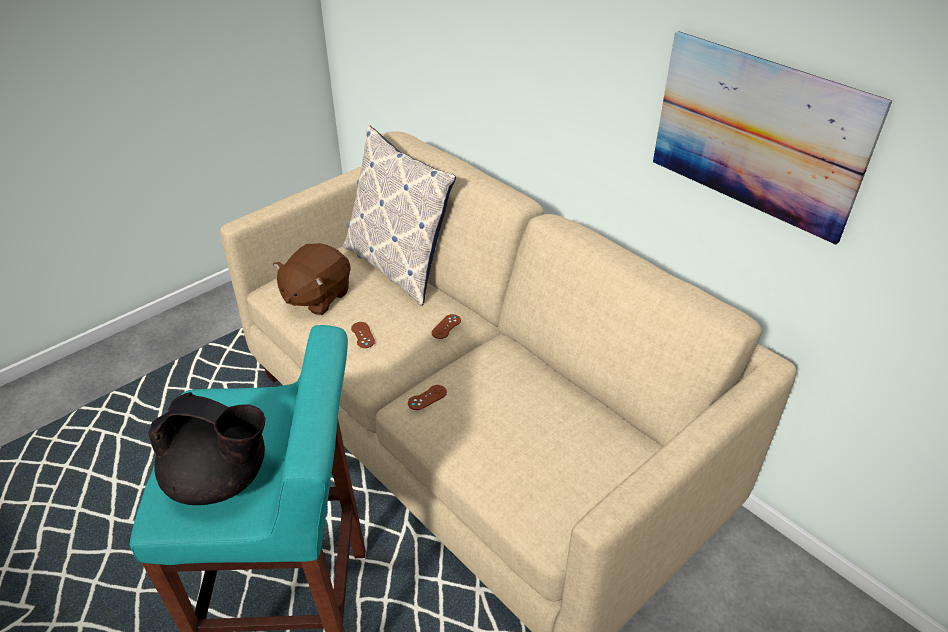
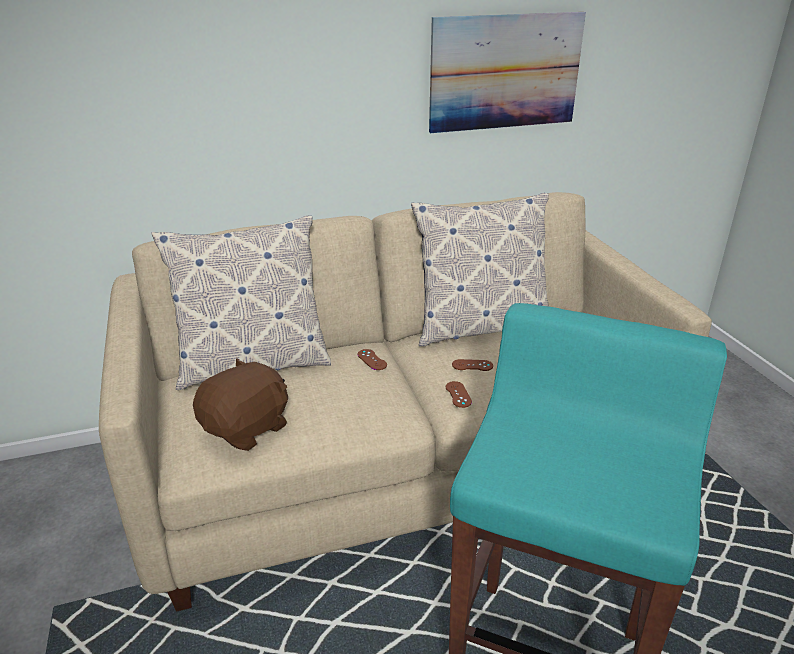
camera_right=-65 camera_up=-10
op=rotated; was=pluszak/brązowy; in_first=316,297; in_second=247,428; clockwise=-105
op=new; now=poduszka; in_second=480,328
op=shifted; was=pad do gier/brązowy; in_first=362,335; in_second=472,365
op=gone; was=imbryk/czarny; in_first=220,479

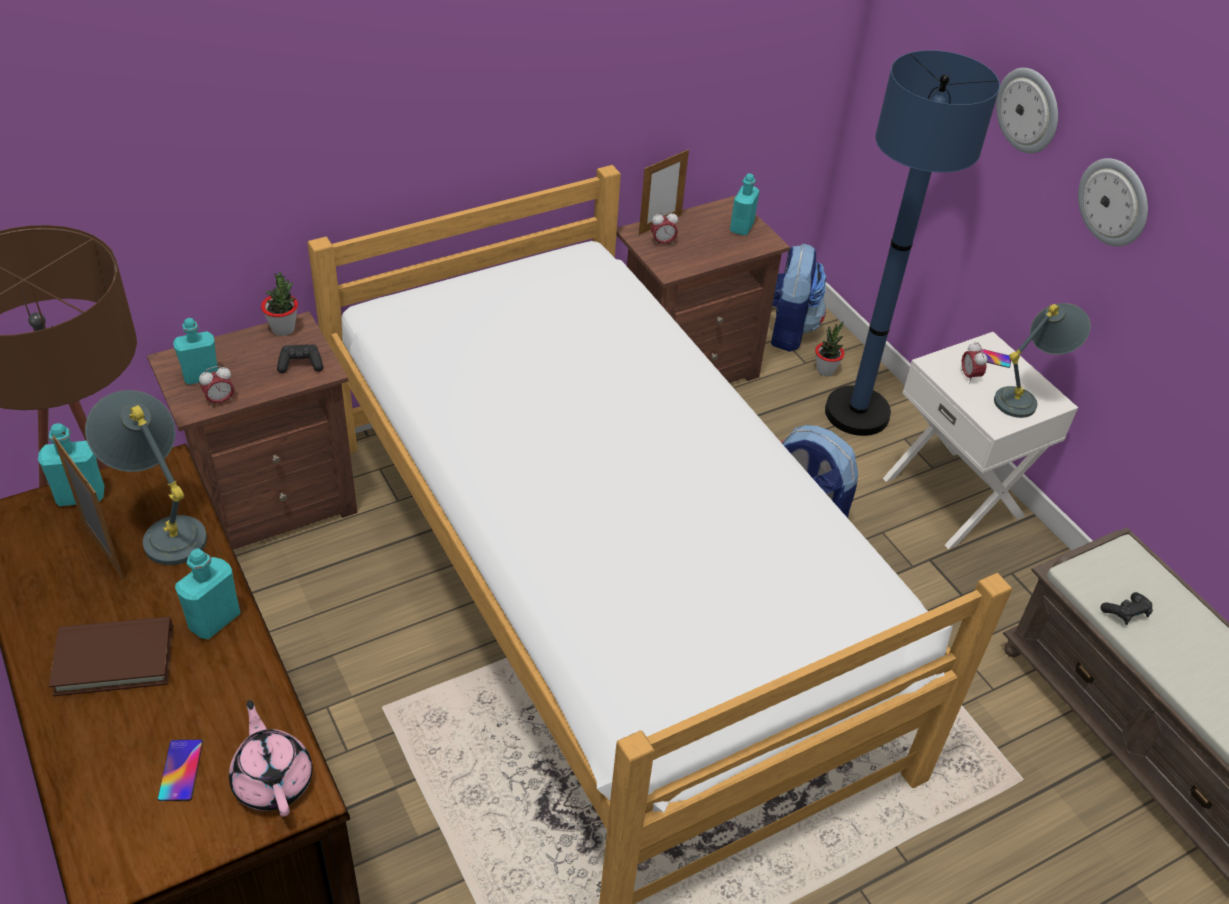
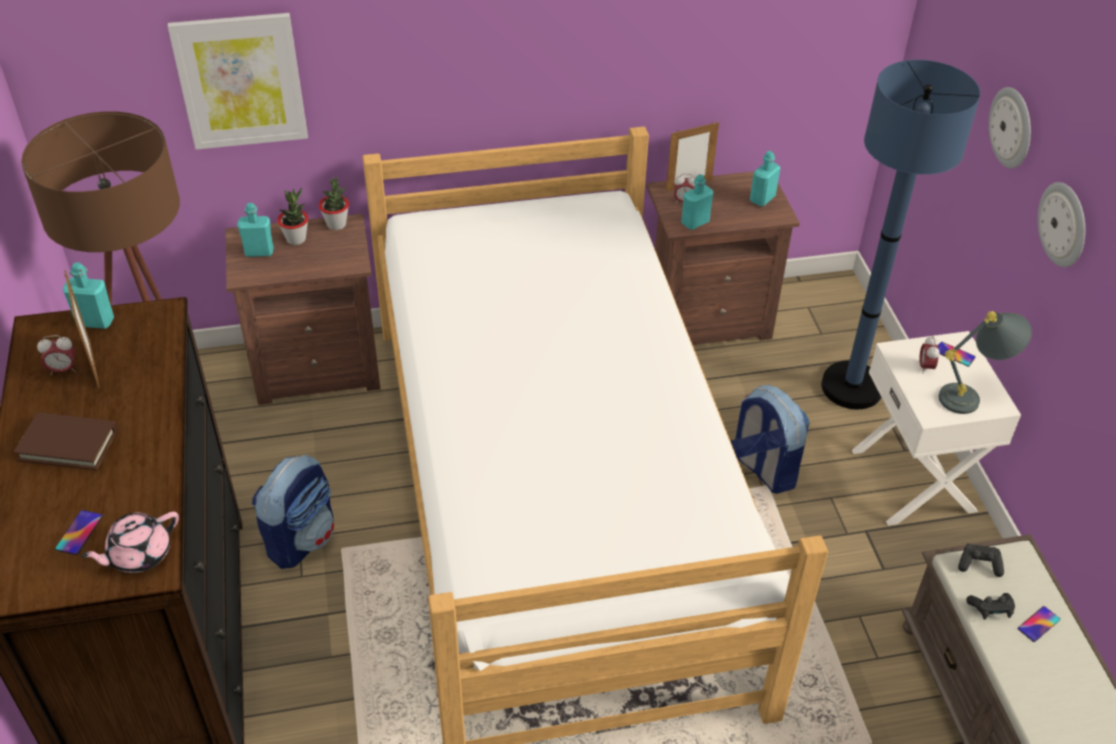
camera_right=20 camera_up=0
op=shifted; was=budzik; in_first=220,400; in_second=63,370
op=rotated; was=imbryk/różowy; in_first=273,779; in_second=139,554; clockwise=-120
op=new; now=obraz; in_second=240,81
op=shifted; was=plecak; in_first=786,329; in_second=301,538
op=shifted; was=roślina doniczkowa; in_first=825,370; in_second=296,239
op=shifted; was=butelka/turkusowy; in_first=214,620; in_second=695,222
op=shifted; was=pad do gier/czarny; in_first=301,365; in_second=979,564
op=new; now=telefon; in_second=1038,624
op=gone; was=lampa stołowa/szary; in_first=165,527

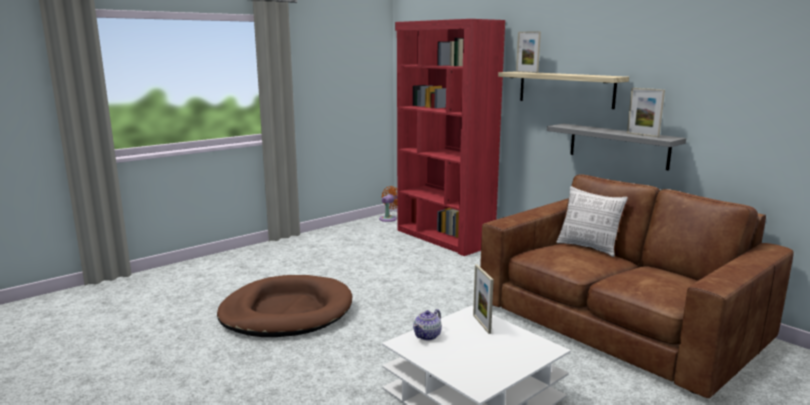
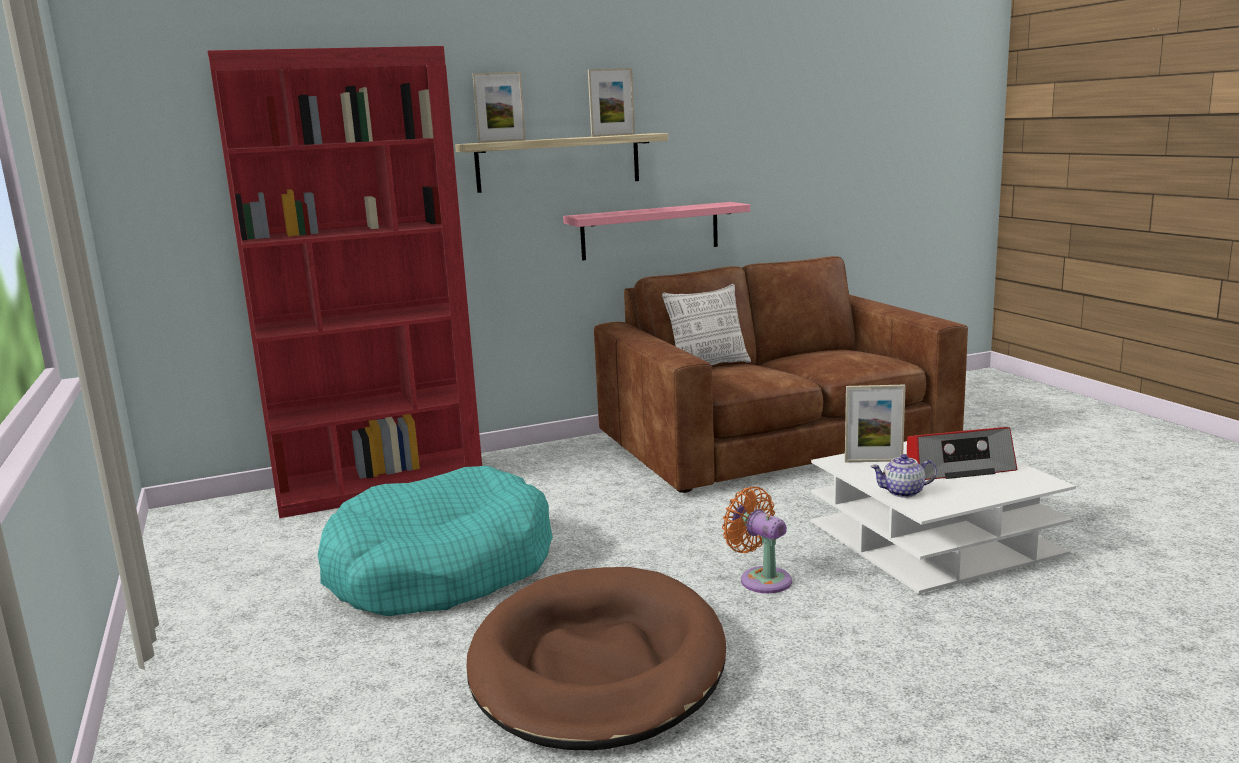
camera_right=-70 camera_up=0
op=new; now=legowisko/turkusowy; in_second=440,569
op=repainted; was=półka/szary; now=półka/różowy; in_first=618,146; in_second=650,231
op=shifted; was=ramka na zdjęcie; in_first=642,135; in_second=613,135
op=shifted; was=wentylator/pomarańczowy; in_first=389,218; in_second=761,579
op=rotated; was=imbryk; in_first=427,335; in_second=903,492; clockwise=120
op=new; now=radio; in_second=958,468

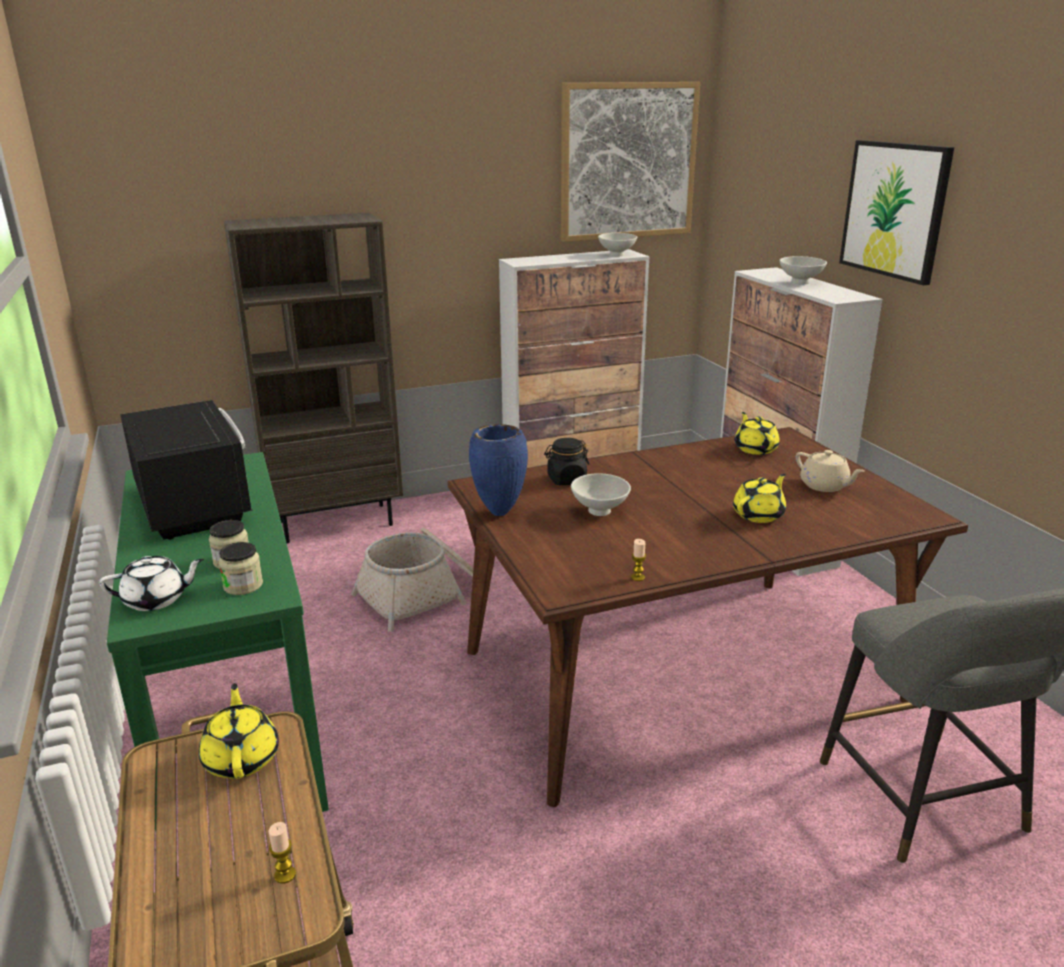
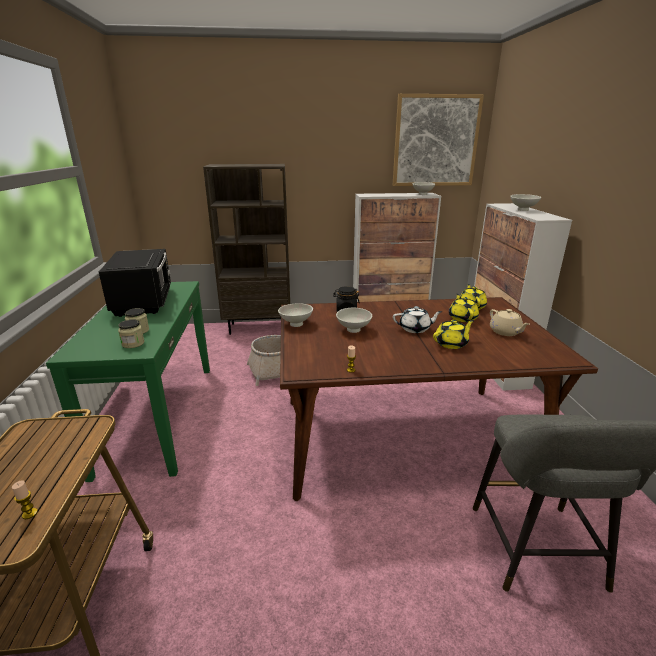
camera_right=15 camera_up=0
op=swapped; was=wazon/niebieski; now=miska/biały; in_first=499,514; in_second=295,324
op=shifted; was=imbryk/biały; in_first=156,599; in_second=415,329
op=shifted; was=imbryk/żółty; in_first=242,758; in_second=462,318
op=gone; was=obraz; in_first=895,210

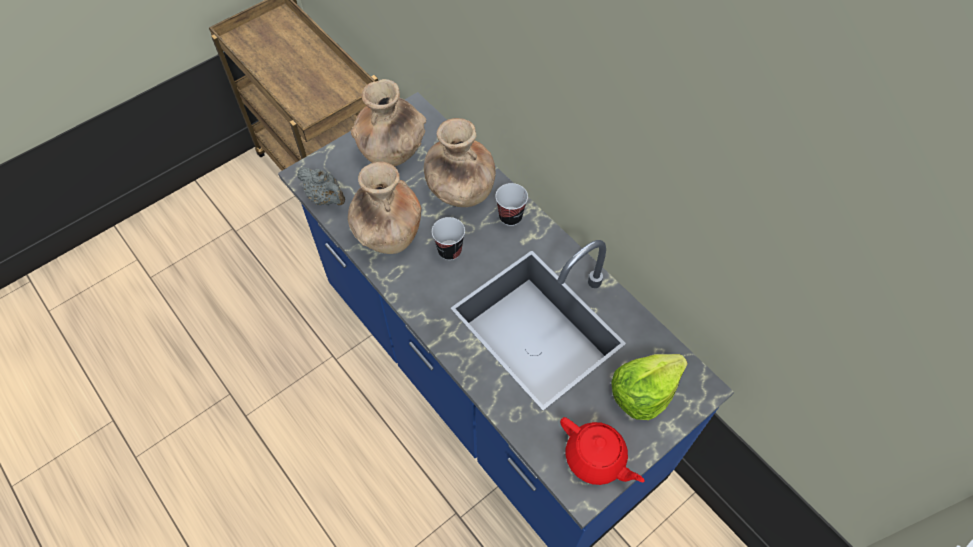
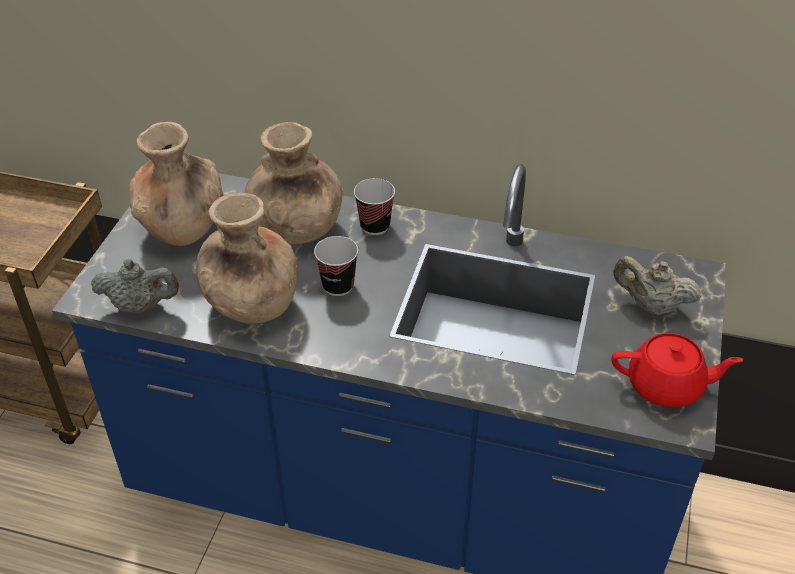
camera_right=-35 camera_up=-15
op=swapped; was=sałata; now=imbryk/beżowy; in_first=643,392; in_second=651,306

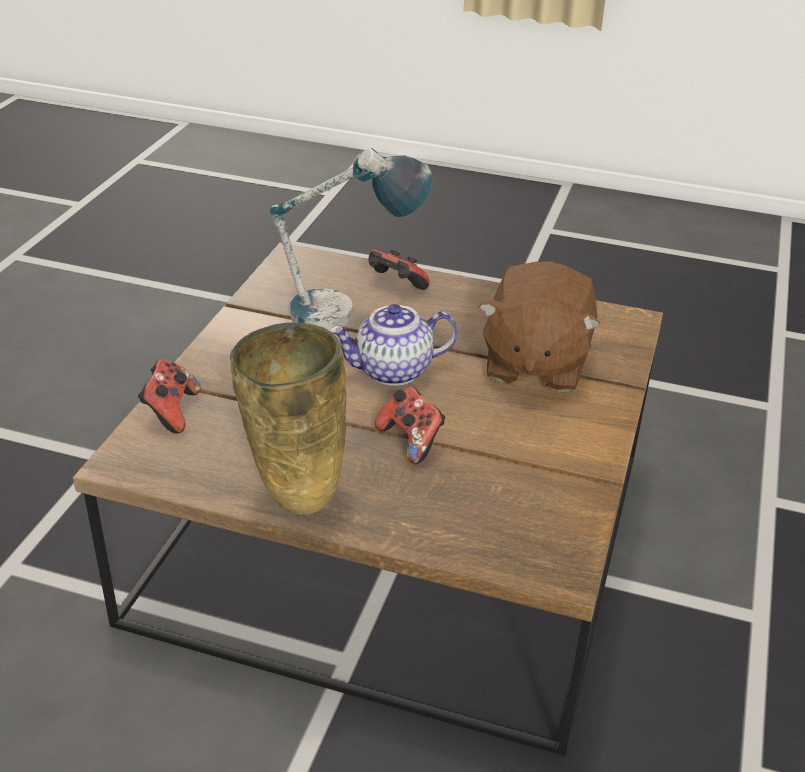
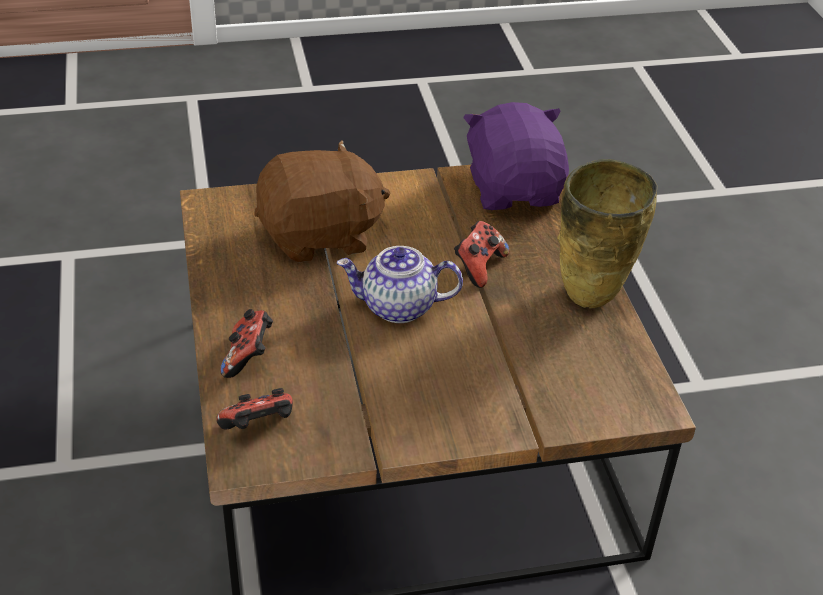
camera_right=-120 camera_up=5
op=shifted; was=pad do gier; in_first=171,412; in_second=259,428
op=rotated; was=imbryk; in_first=393,371; in_second=398,307; clockwise=135
op=new; now=pluszak/fioletowy; in_second=514,190
op=gone; was=lampa stołowa; in_first=349,317

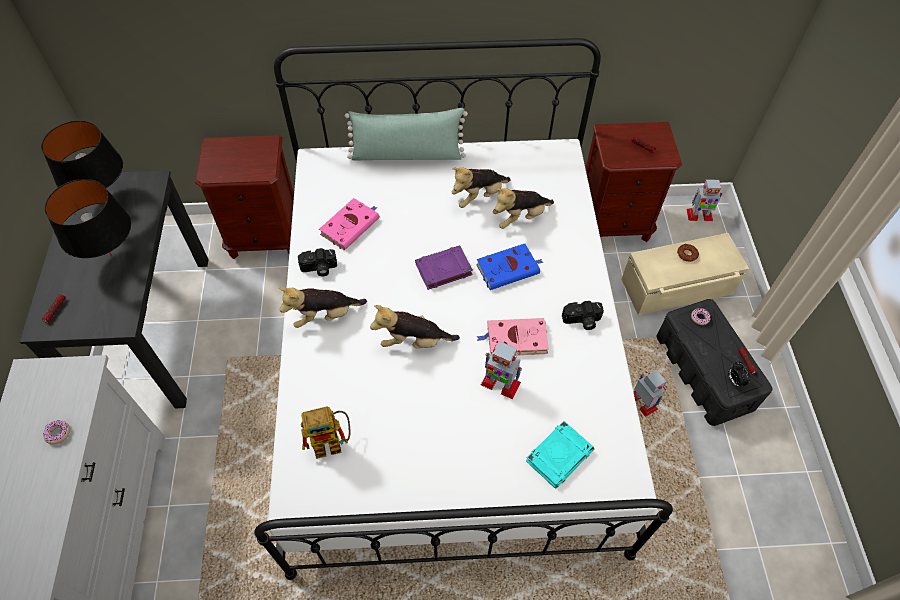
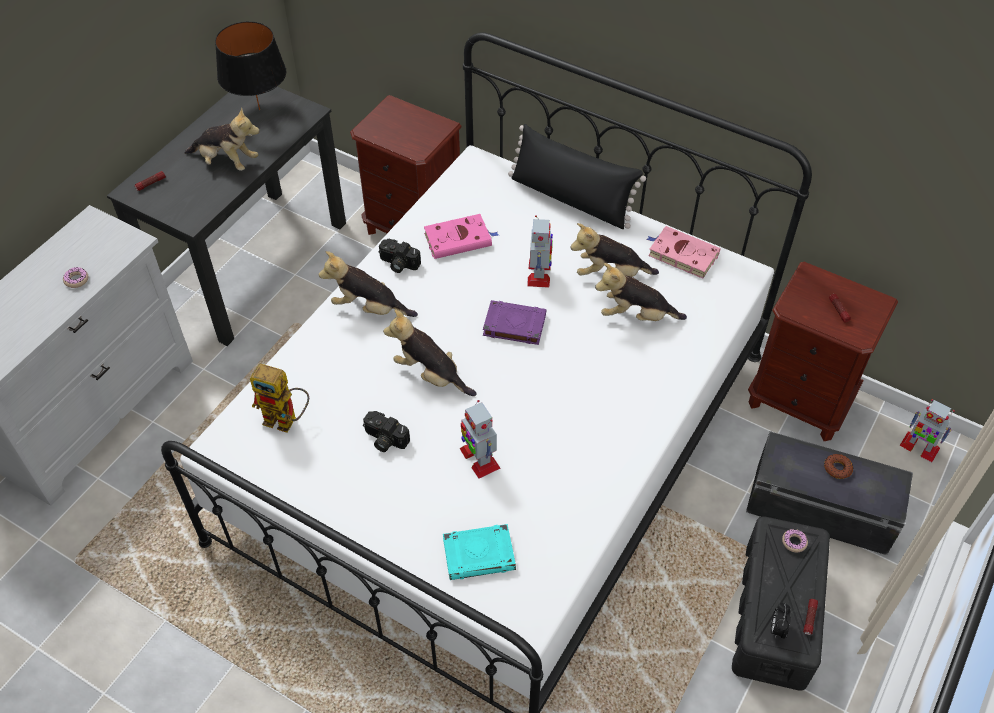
camera_right=35 camera_up=-5
op=swapped; was=lampa stołowa/czarny; now=pluszak; in_first=112,257; in_second=226,162
op=shifted; was=aparat fotograficzny; in_first=581,321; in_second=384,439
op=repainted; was=poduszka/zielony; now=poduszka/czarny; in_first=407,155; in_second=571,199
op=shifted; was=robot zabawkowy; in_first=643,402; in_second=539,274
op=shifted; was=książka/różowy; in_first=515,339; in_second=681,254
op=repainted; was=pojemnik do przechowywania/beżowy; now=pojemnik do przechowywania/czarny; in_first=677,287; in_second=820,510
op=gone; was=książka/niebieski; in_first=509,268

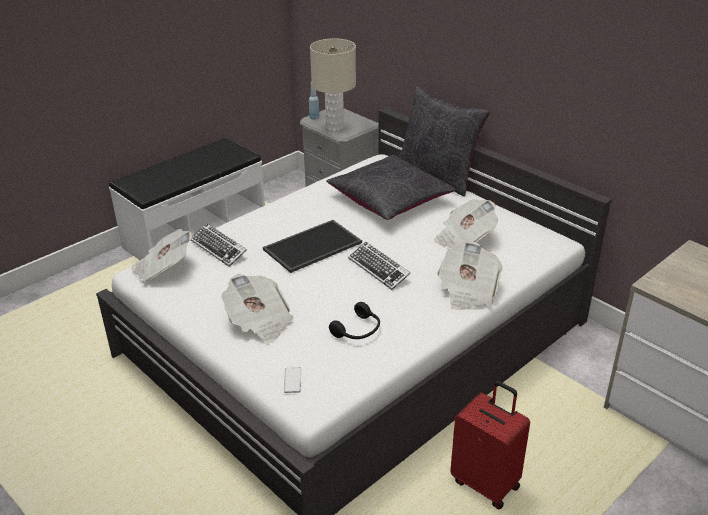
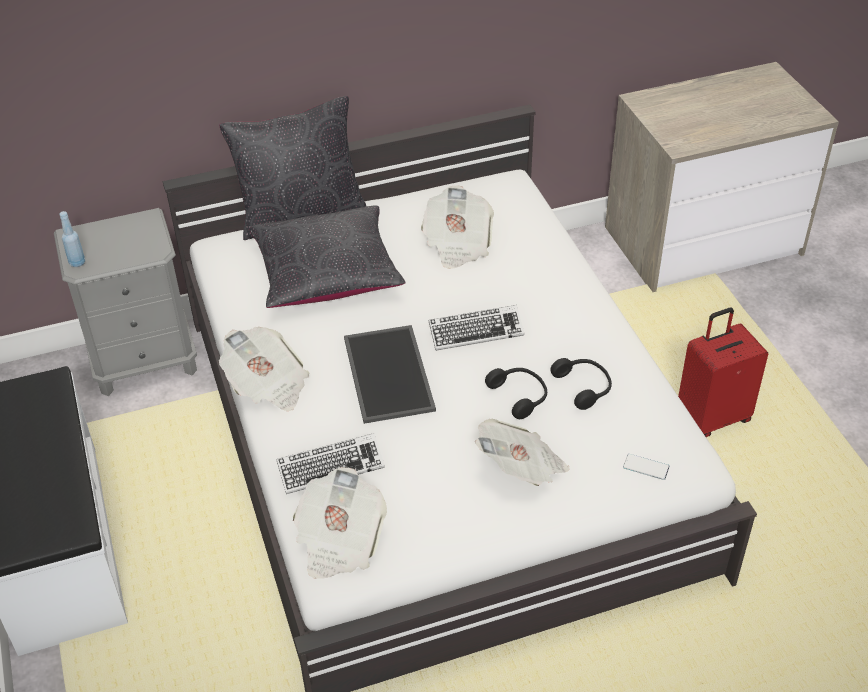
camera_right=-65 camera_up=10
op=shifted; was=gazeta; in_first=467,291; in_second=267,385
op=new; now=słuchawki/czarny; in_second=520,396
op=gone; was=lampa stołowa/beżowy; in_first=334,127

